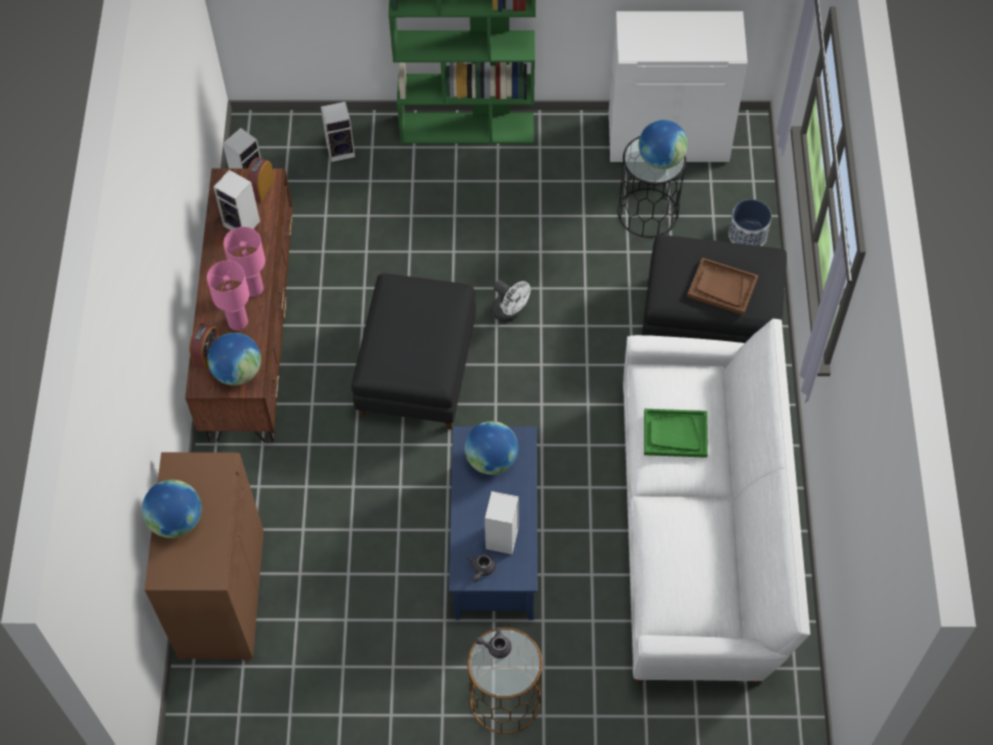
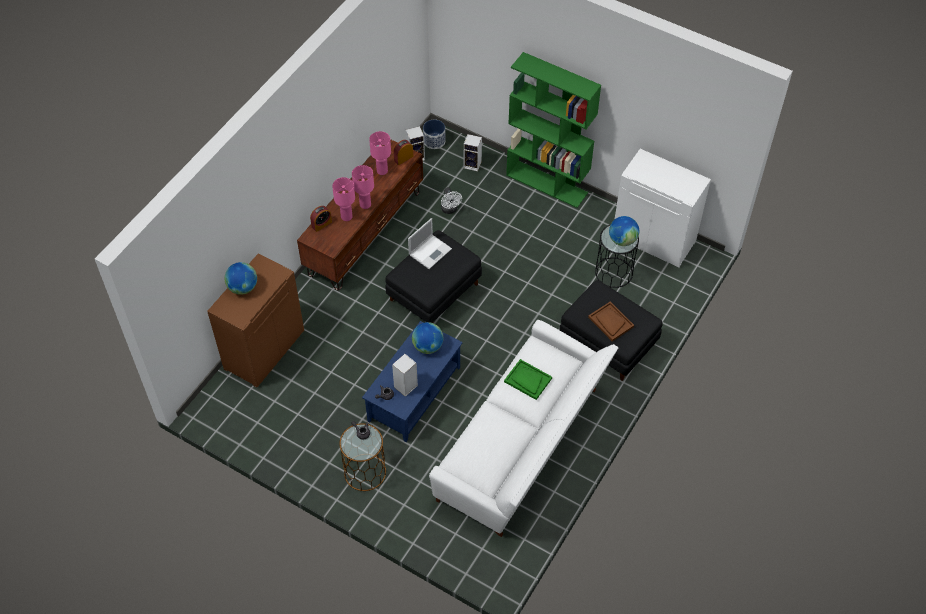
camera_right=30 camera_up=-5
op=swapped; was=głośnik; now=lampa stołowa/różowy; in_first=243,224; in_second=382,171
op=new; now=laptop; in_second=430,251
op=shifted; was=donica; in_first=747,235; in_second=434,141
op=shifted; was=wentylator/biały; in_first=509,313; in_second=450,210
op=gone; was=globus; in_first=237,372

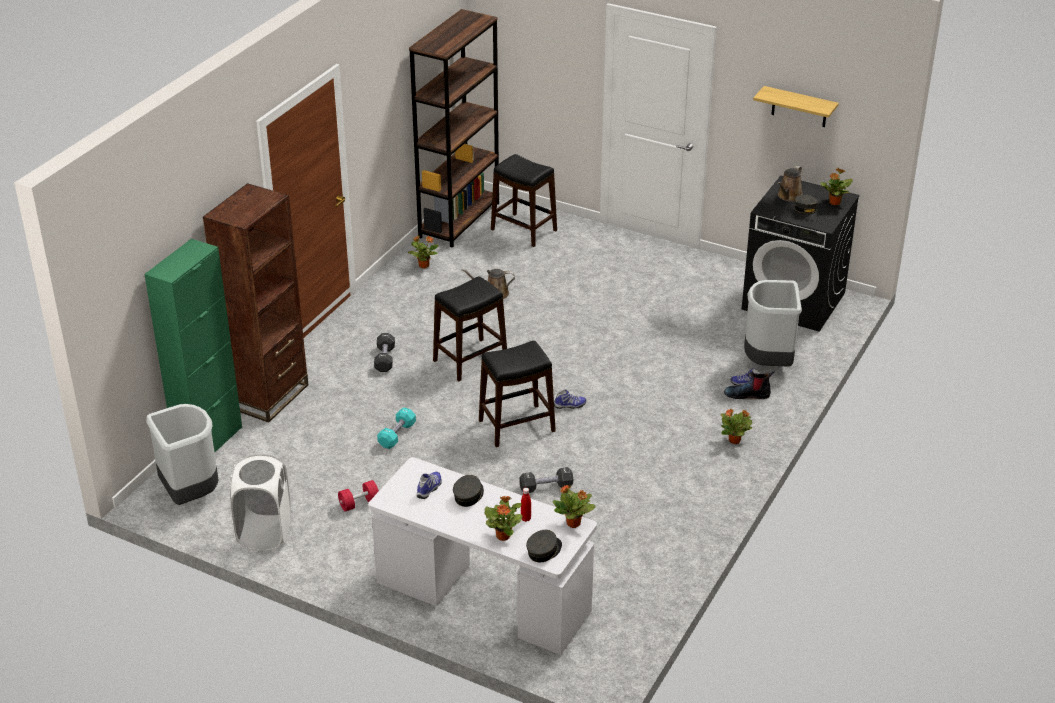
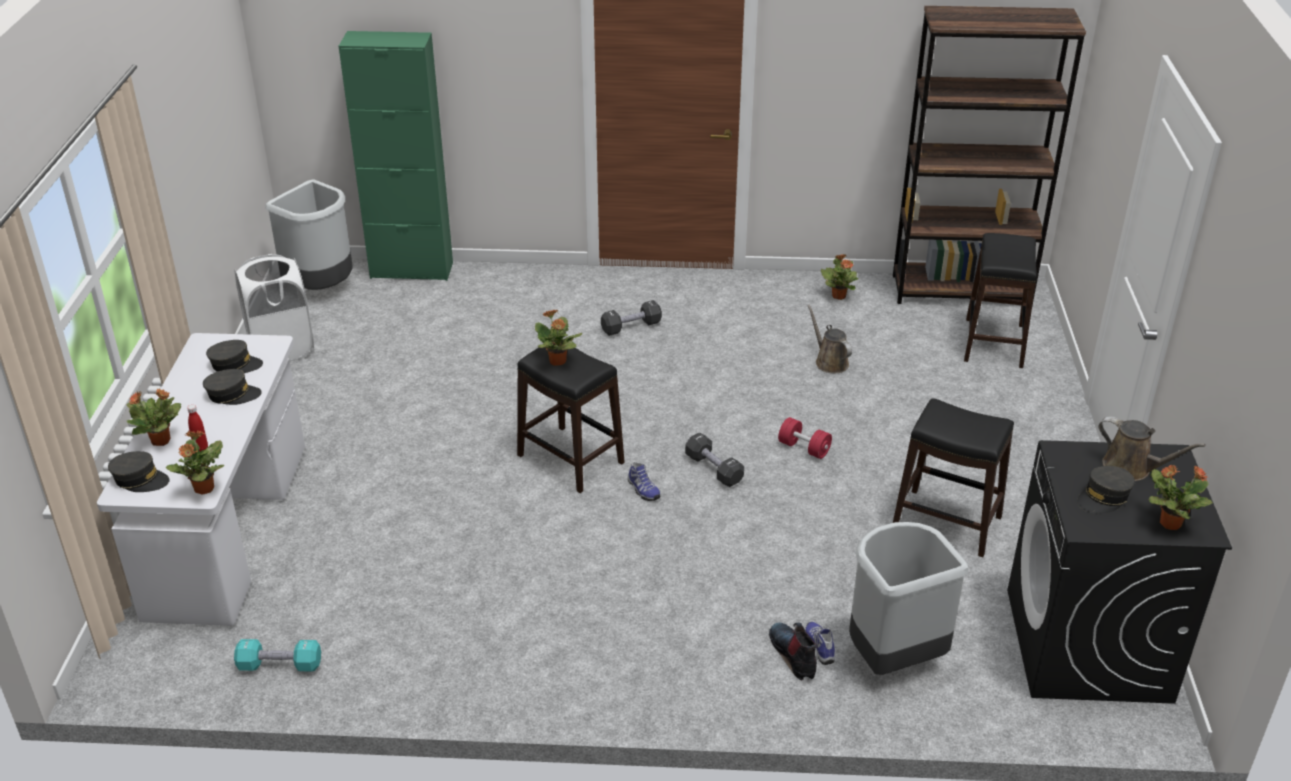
camera_right=65 camera_up=0
op=swapped; was=but; now=czapka z daszkiem/szary; in_first=430,489; in_second=235,365
op=shifted; was=hantel/turkusowy; in_first=397,435; in_second=280,665
op=shifted; was=roślina doniczkowa; in_first=735,440; in_second=557,361
op=shifted; was=hantel/czarny; in_first=546,487; in_second=714,469
op=shifted; was=hantel/czerwony; in_first=359,503; in_second=804,448
op=shifted; was=stołek/czarny; in_first=470,360; in_second=947,523
op=rotated; was=konewka/brązowy; in_first=789,196; in_second=1131,468; clockwise=-150
op=gone; was=regał/brązowy; in_first=269,396
op=gone; was=półka; in_first=799,107

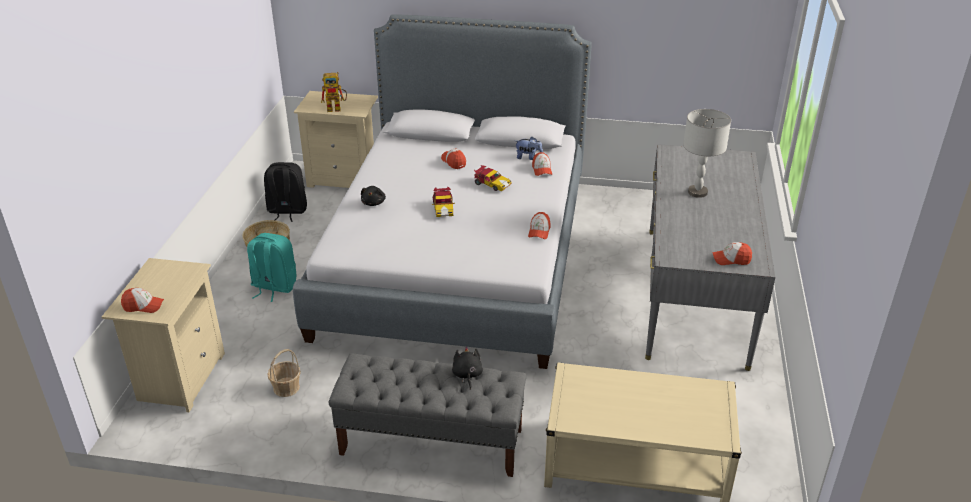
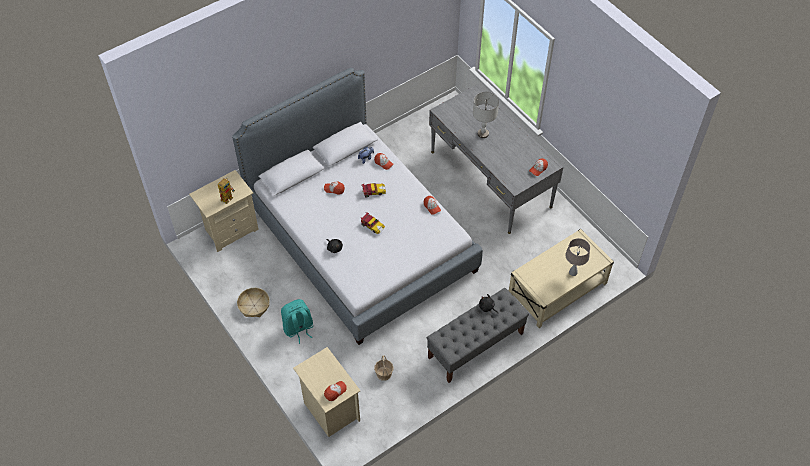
camera_right=-45 camera_up=20
op=new; now=lampa stołowa/beżowy; in_second=573,272
op=gone; was=plecak/czarny; in_first=287,211

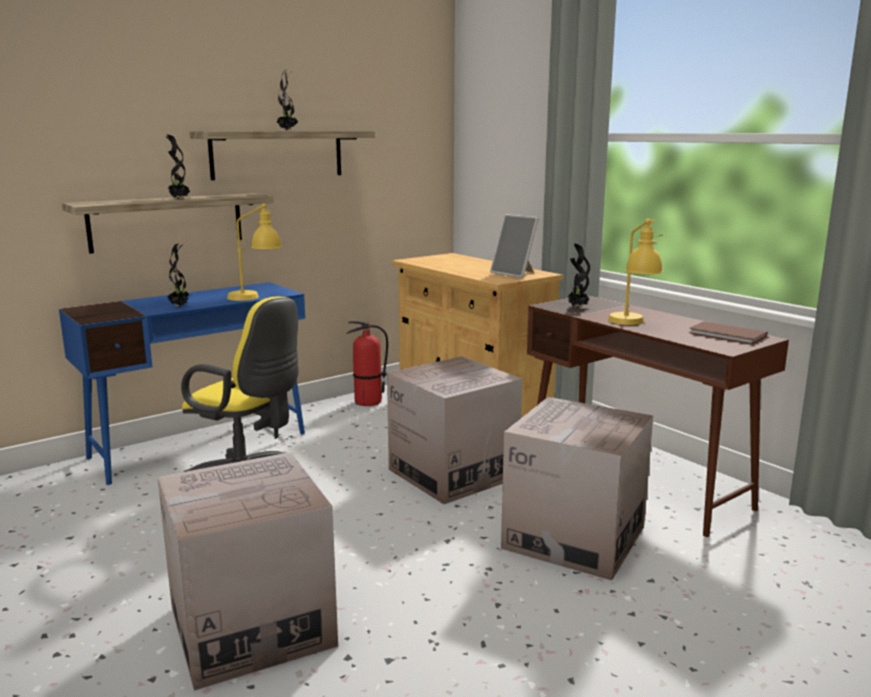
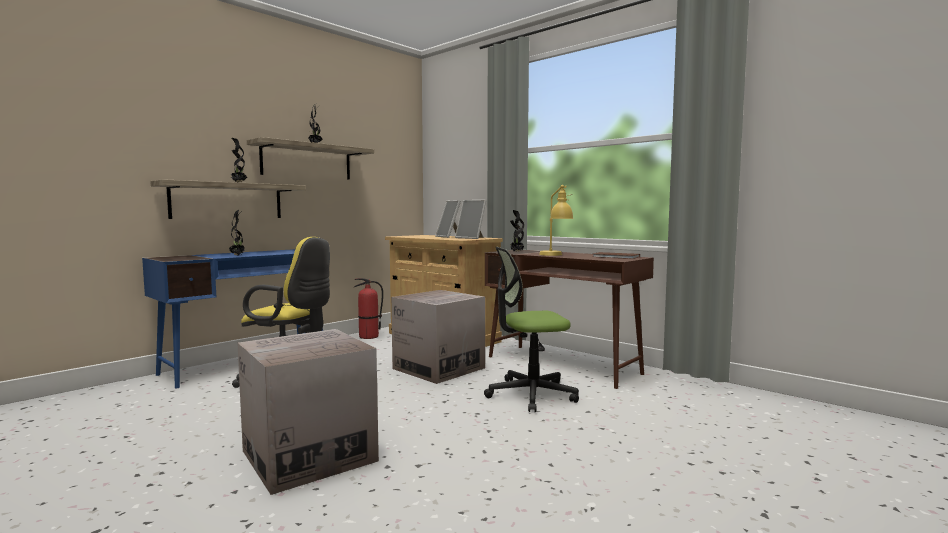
camera_right=-10 camera_up=-10
op=new; now=ramka na zdjęcie; in_second=449,237
op=swapped; was=karton; now=krzesło biurowe; in_first=574,537; in_second=530,394
op=gone; was=lampa stołowa/żółty; in_first=256,296

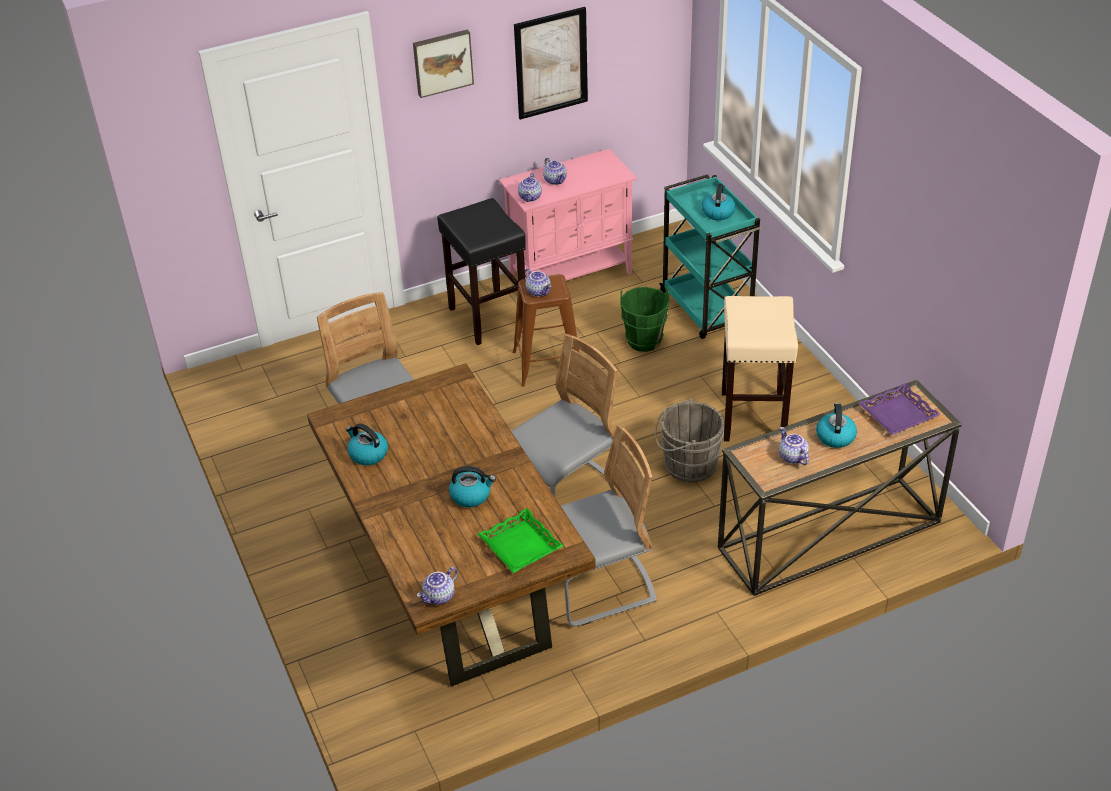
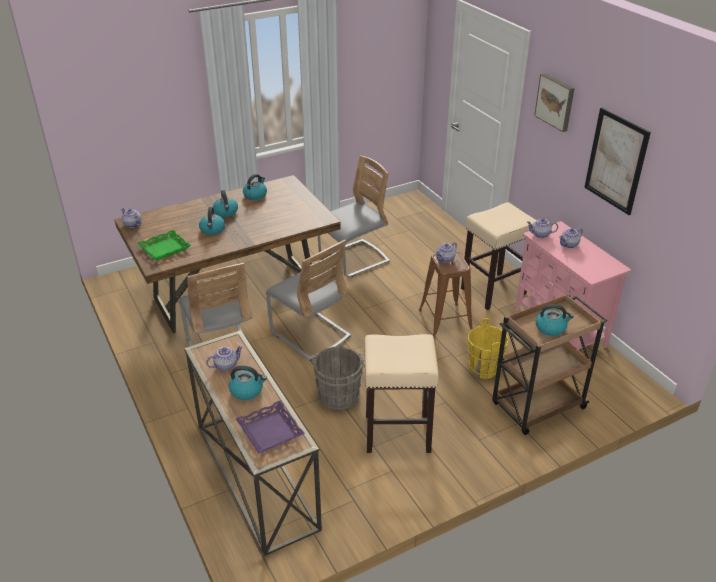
camera_right=85 camera_up=-5
op=new; now=czajnik; in_second=226,212
op=repainted; was=stołek/czarny; now=stołek/beżowy; in_first=487,317; in_second=494,291
op=repainted; was=wiadro/zielony; now=wiadro/żółty; in_first=644,341; in_second=483,369
op=repainted; was=wózek/turkusowy; now=wózek/brązowy; in_first=707,309; in_second=537,407

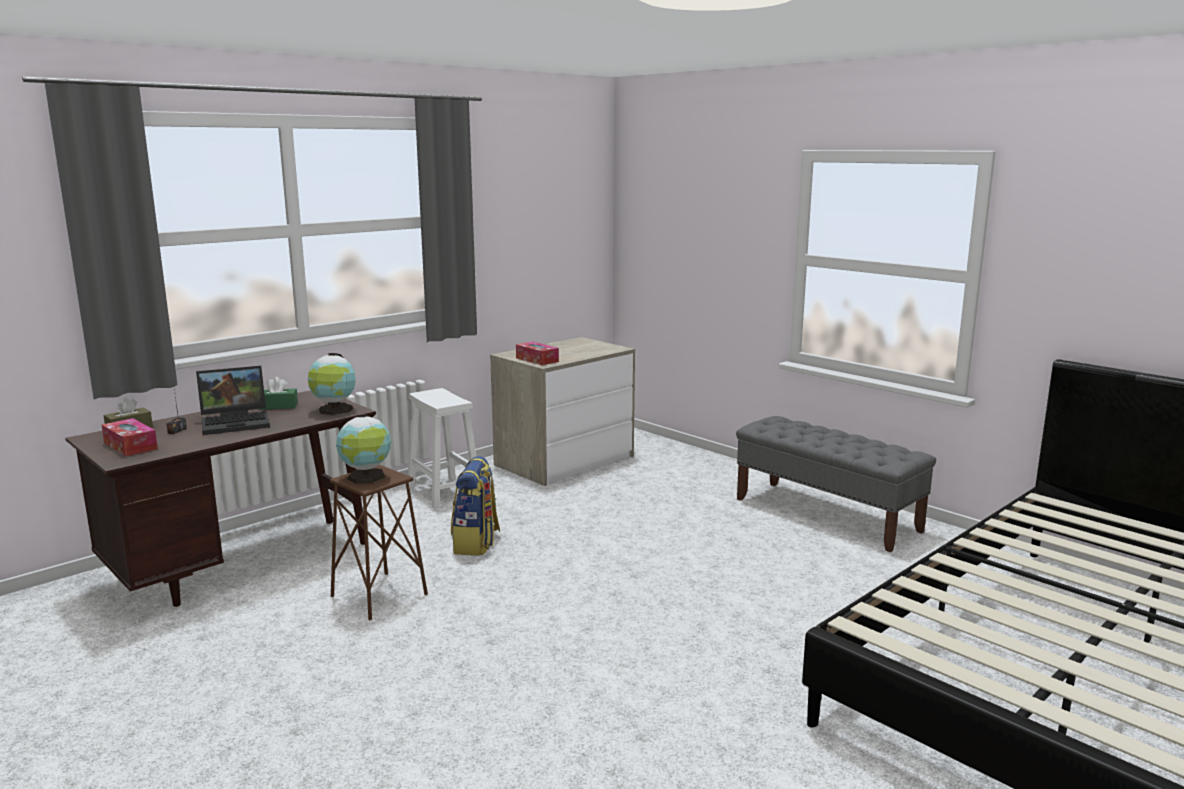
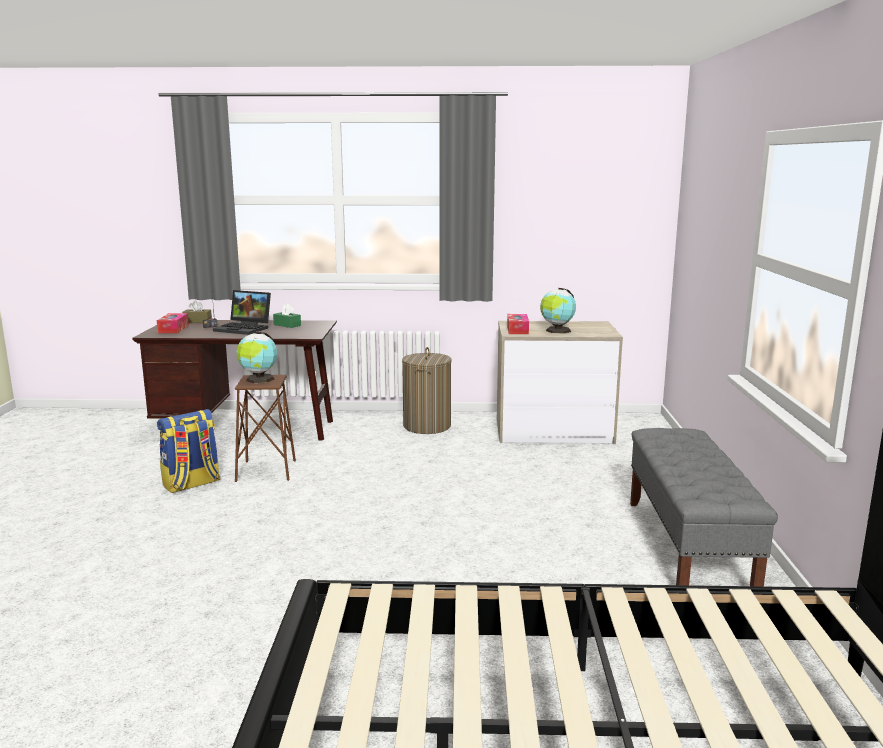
camera_right=45 camera_up=0
op=shifted; was=plecak; in_first=476,543; in_second=191,484
op=swapped; was=stołek/biały; now=kosz na pranie; in_first=445,492; in_second=427,426
op=shifted; was=globus; in_first=334,410; in_second=557,331

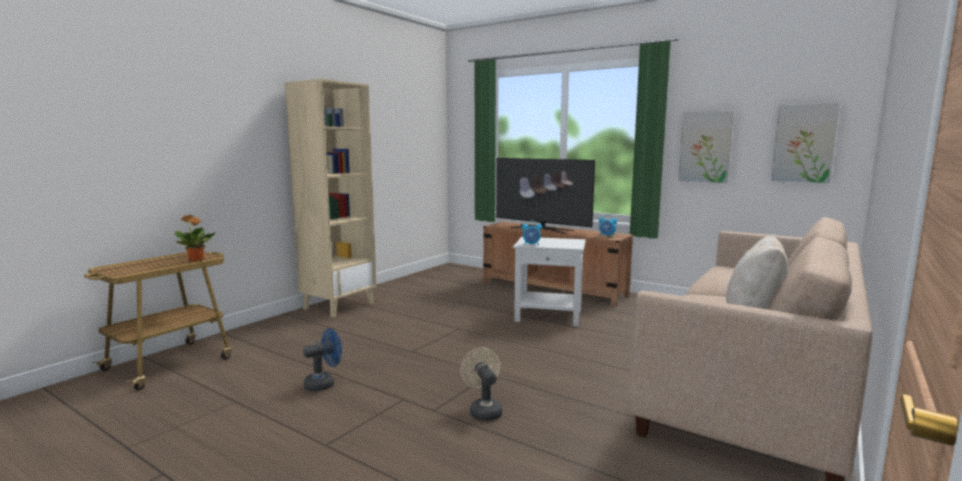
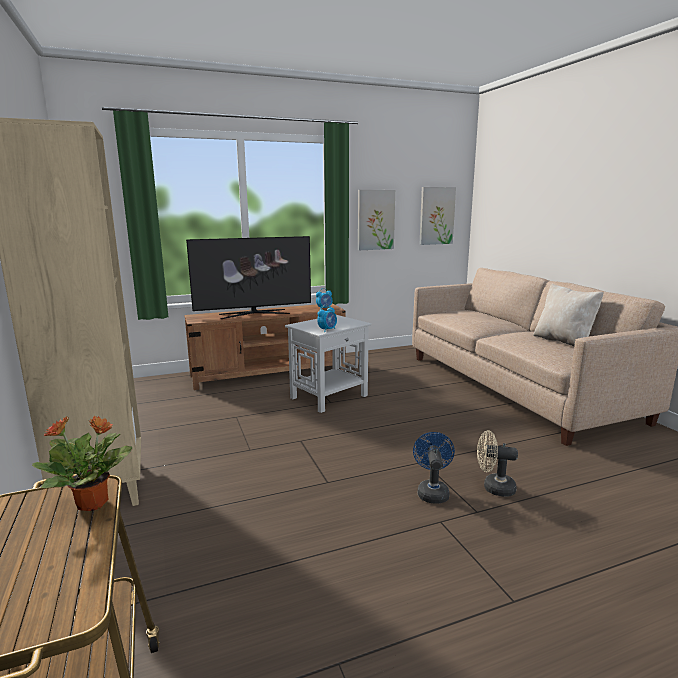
camera_right=-55 camera_up=5
op=shifted; was=wentylator/niebieski; in_first=324,384; in_second=432,491

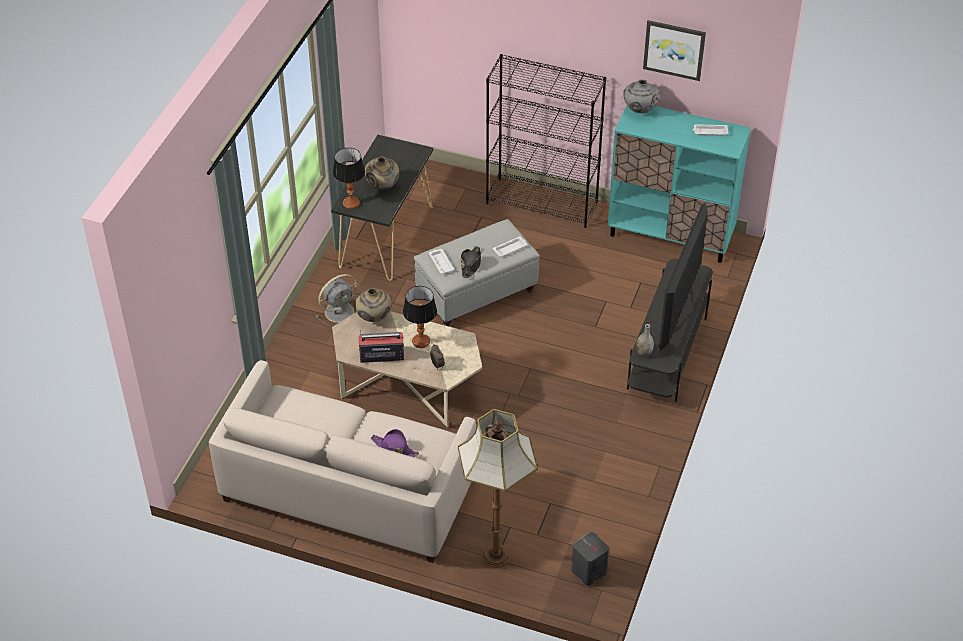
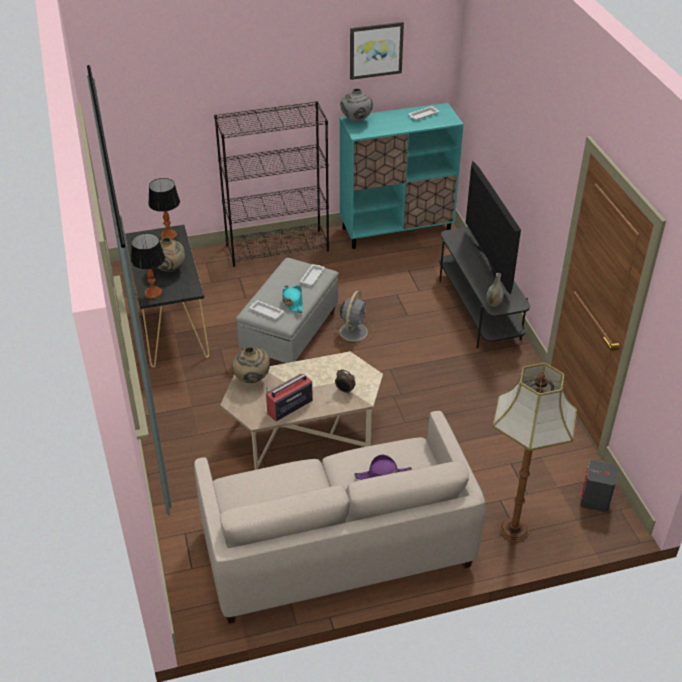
camera_right=-35 camera_up=-5
op=shifted; was=lampa stołowa; in_first=421,341; in_second=168,236
op=repainted; was=kapelusz/czarny; now=kapelusz/turkusowy; in_first=471,264; in_second=292,302
op=shifted; was=wentylator/szary; in_first=340,311; in_second=354,331

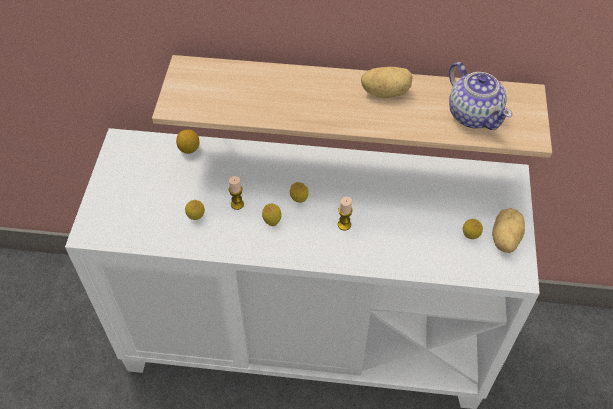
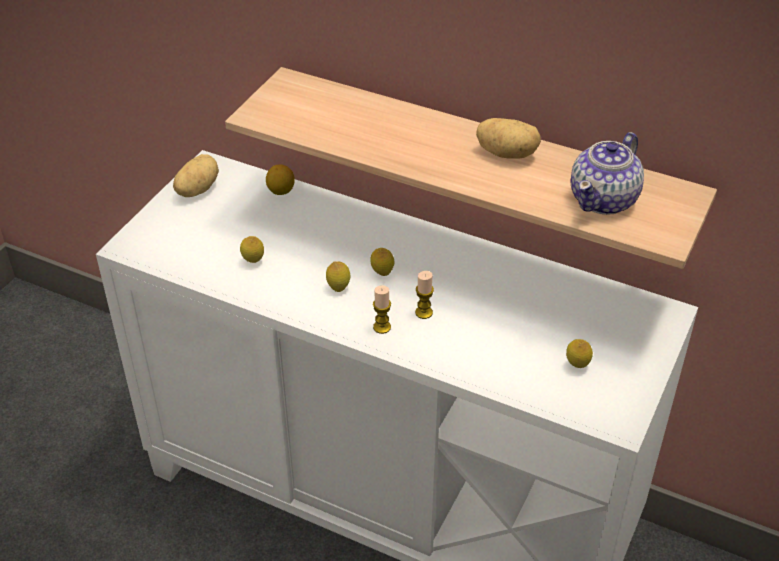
camera_right=20 camera_up=-10
op=shifted; was=ziemniak; in_first=504,239; in_second=196,189
op=shifted; was=świeca; in_first=237,204; in_second=382,327
op=rotated; was=imbryk; in_first=473,114; in_second=604,199; clockwise=45

